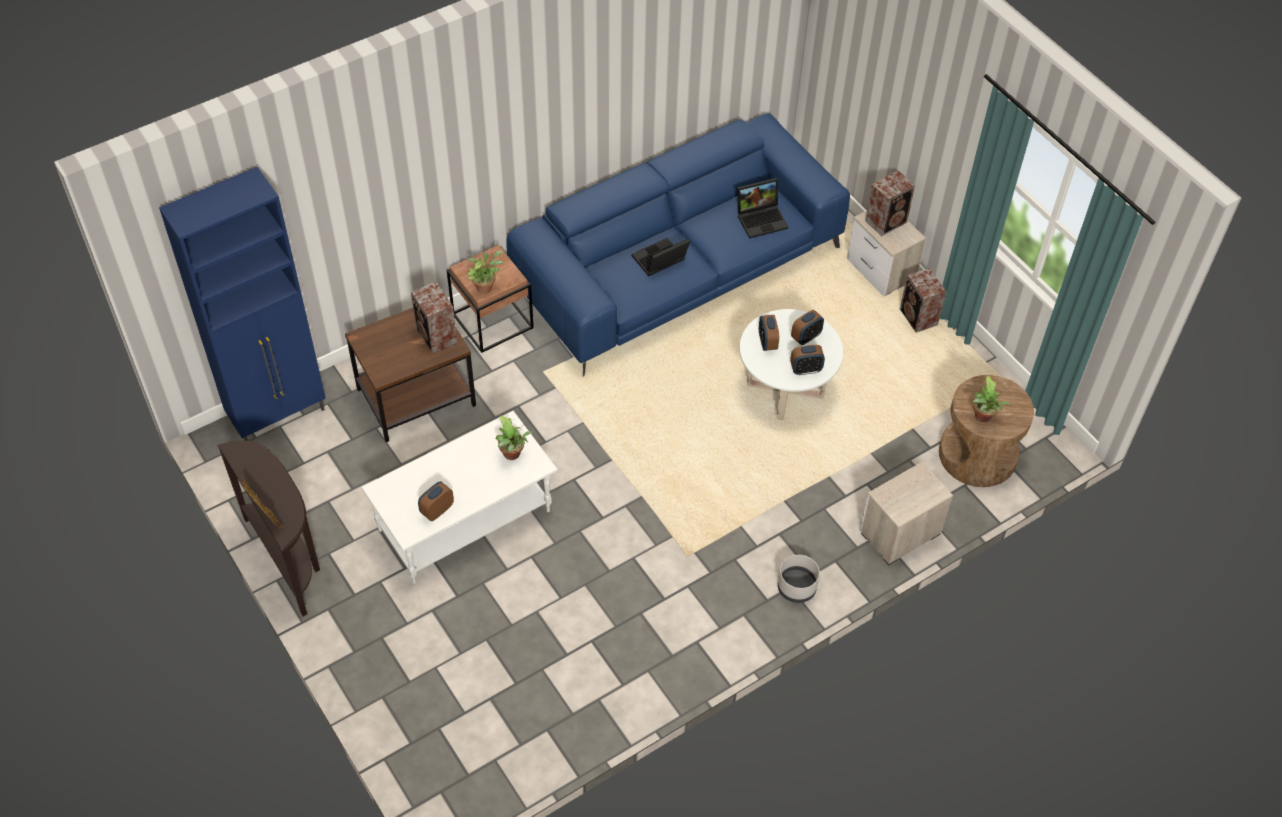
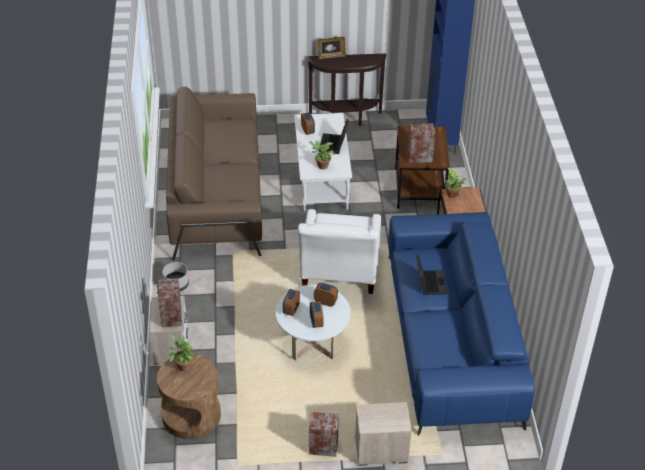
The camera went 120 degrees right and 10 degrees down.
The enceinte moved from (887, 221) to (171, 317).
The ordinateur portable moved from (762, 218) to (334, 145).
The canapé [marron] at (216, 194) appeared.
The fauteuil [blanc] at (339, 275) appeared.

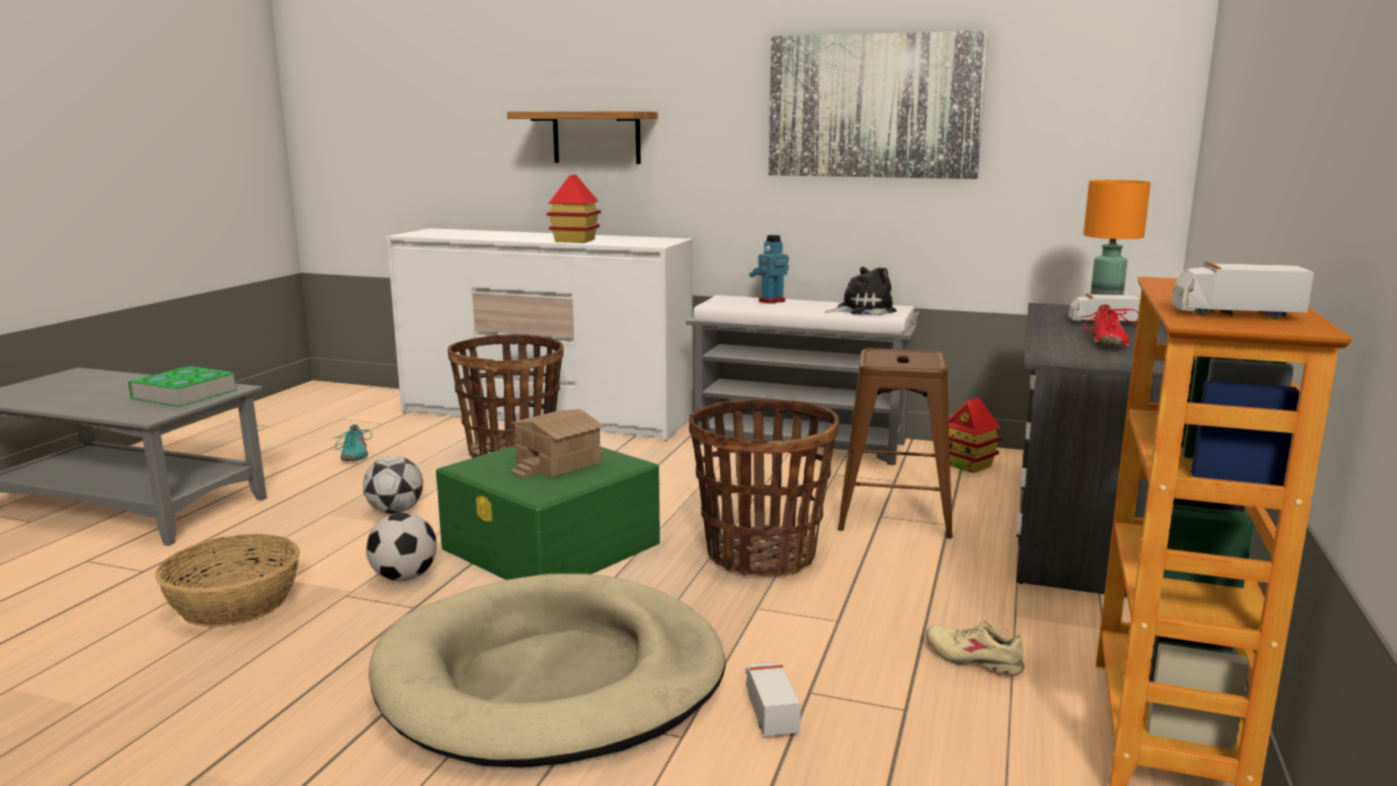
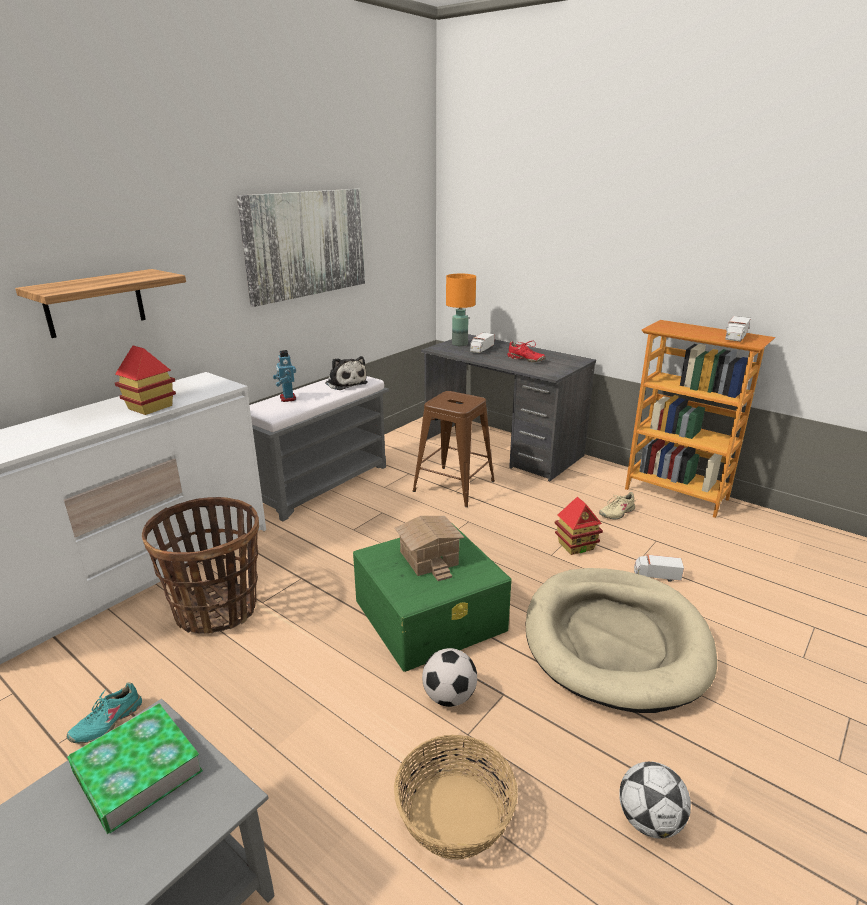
The camera went 70 degrees left and 10 degrees up.
The peluche at (862, 310) turned 135 degrees clockwise.
The maison miniature moved from (968, 465) to (576, 546).
The panier at (760, 555) disappeared.
The chaussure [turquoise] at (354, 455) turned 120 degrees clockwise.
The ballon de foot moved from (395, 511) to (649, 820).

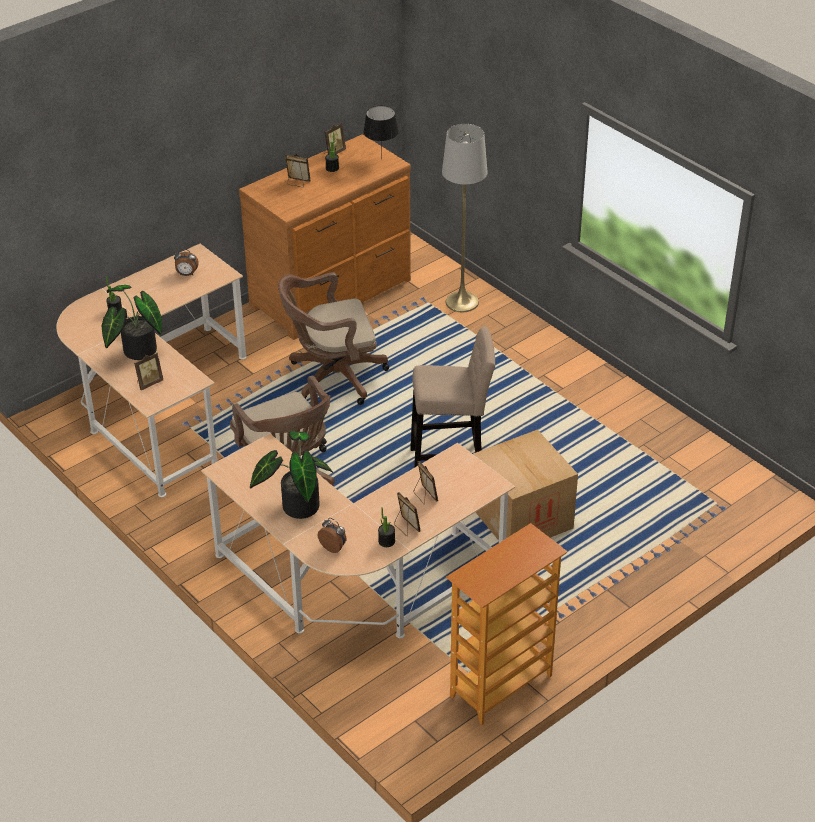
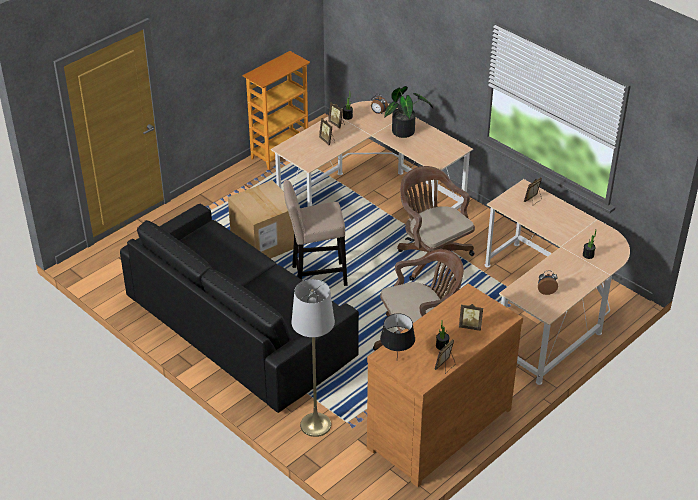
The camera went 175 degrees right and 0 degrees up.
The plante en pot at (136, 351) disappeared.
The canapé [noir] at (239, 328) appeared.

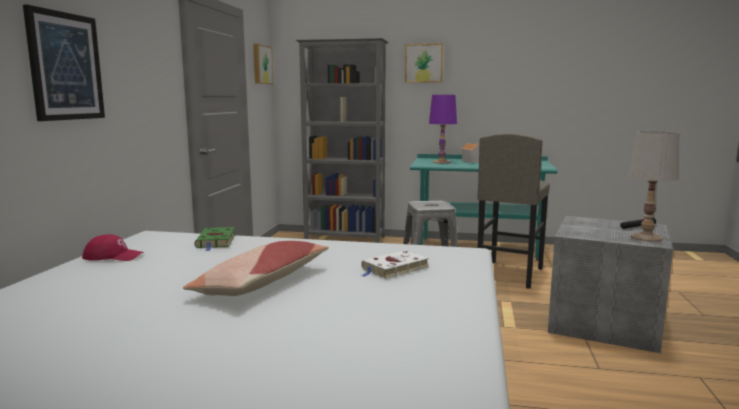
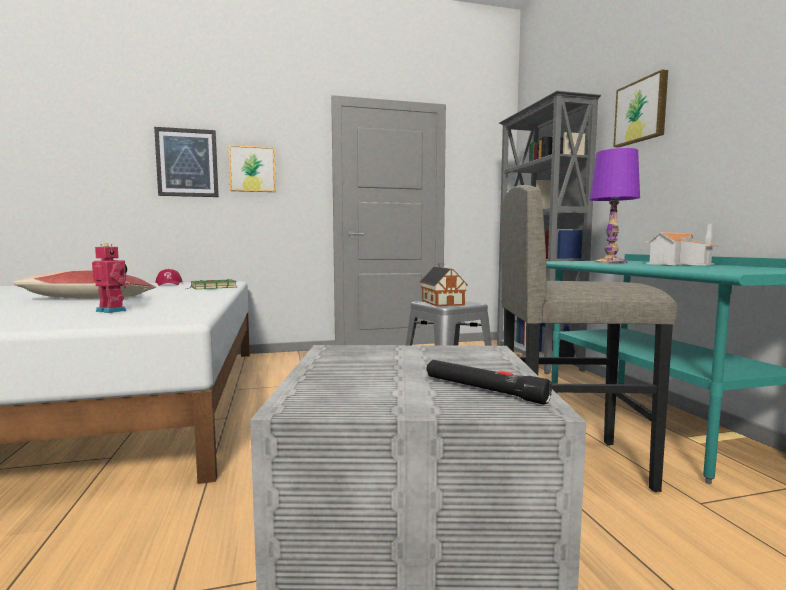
The camera went 65 degrees right and 5 degrees down.
The tableau moved from (261, 64) to (252, 169).
The lampe de table [blanc] at (646, 237) disappeared.
The livre [blanc] at (394, 269) was replaced by the robot jouet at (113, 310).
The maison miniature at (442, 302) appeared.

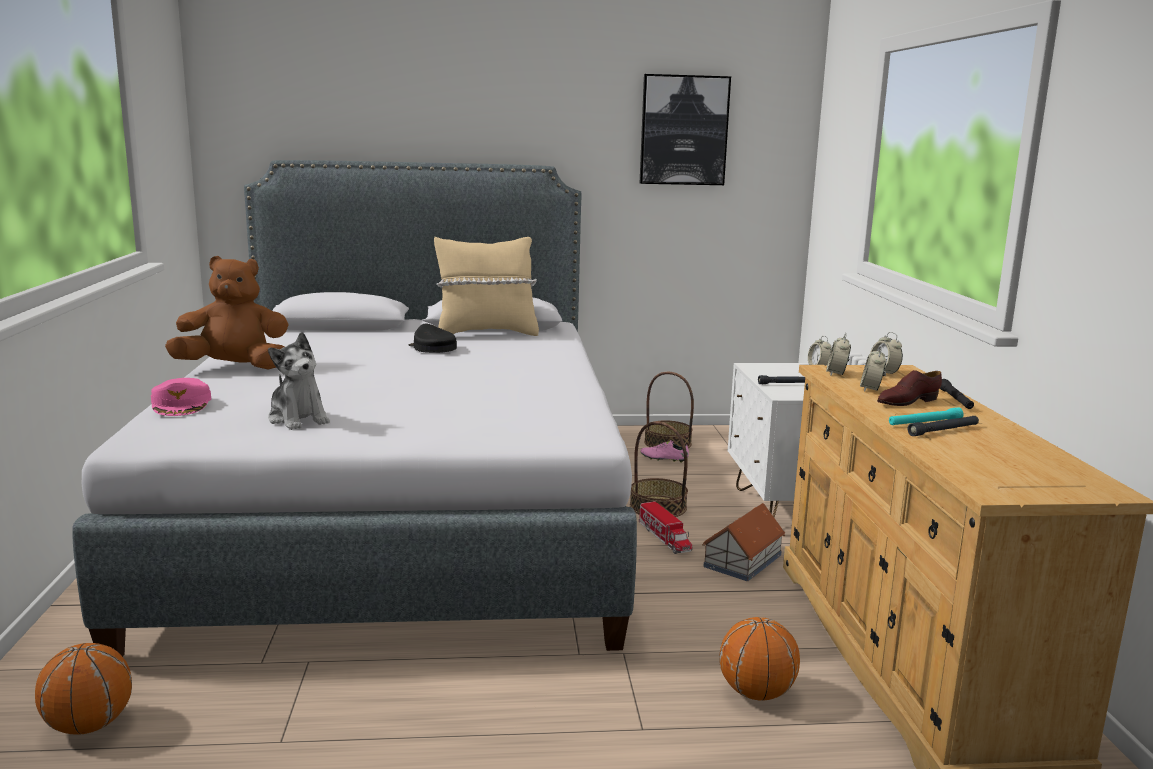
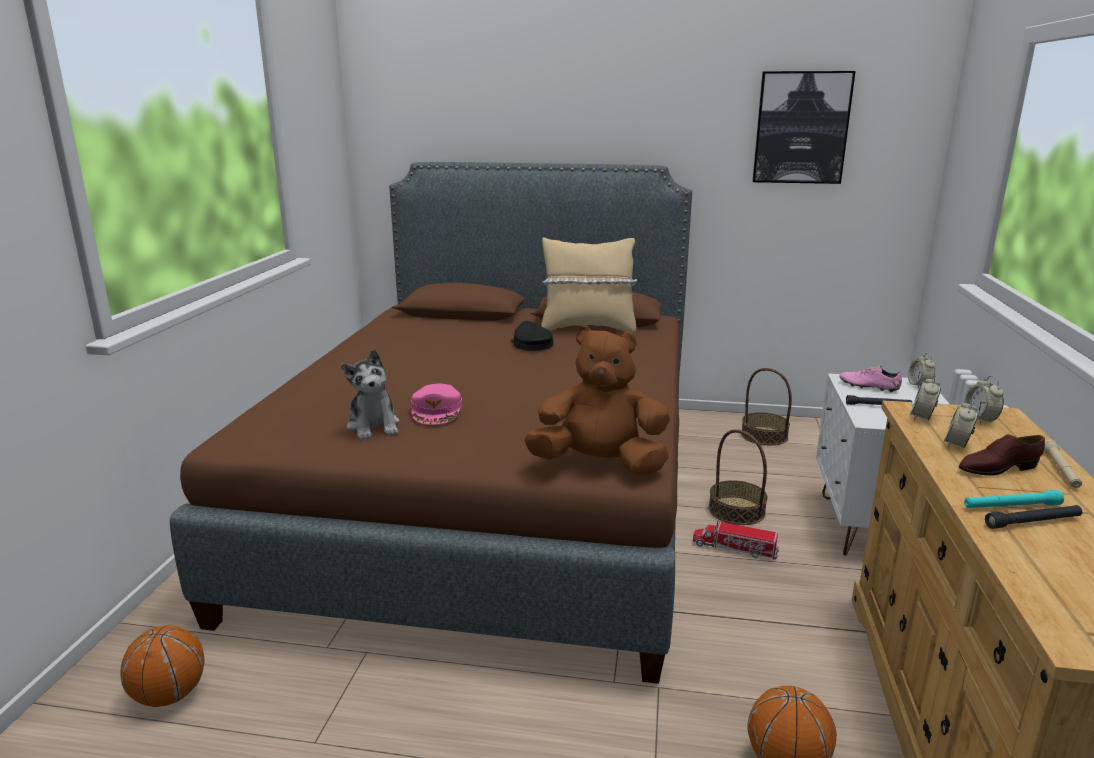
The camera went 15 degrees right and 5 degrees up.
The lit [gris] at (400, 512) became the lit [marron] at (494, 492).
The peluche [marron] moved from (235, 368) to (599, 465).
The casquette [rose] moved from (182, 404) to (437, 410).
The lampe de poche [noir] at (955, 400) became the lampe de poche [beige] at (1060, 469).
The chaussure [rose] moved from (664, 459) to (868, 386).
The camion jouet at (664, 538) turned 120 degrees clockwise.
The maison miniature at (743, 560) disappeared.

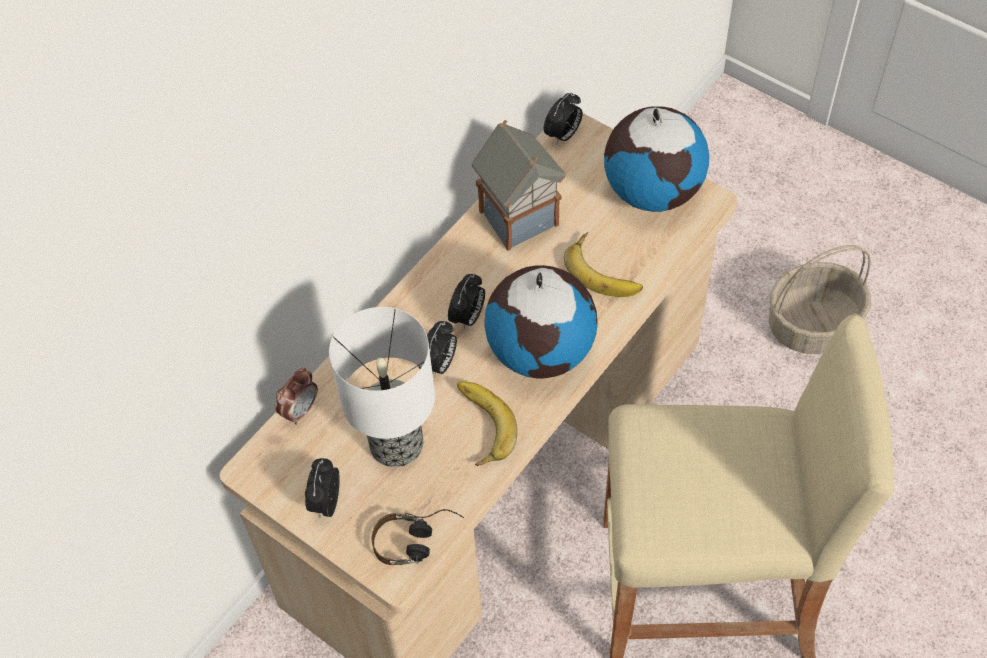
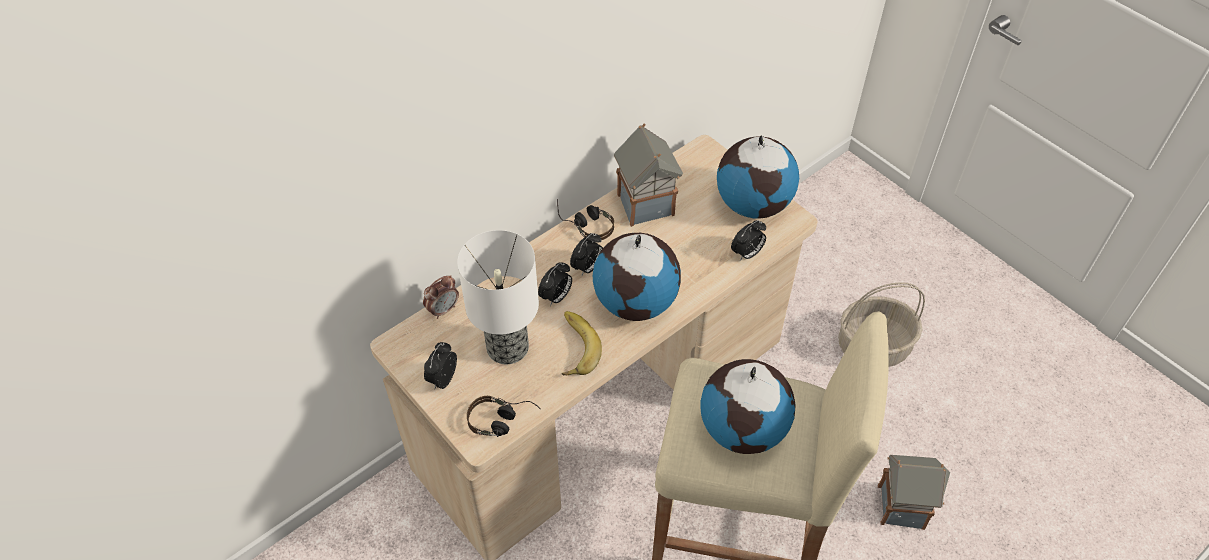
The camera went 10 degrees right and 5 degrees down.
The réveil moved from (563, 135) to (747, 254).
The banane at (605, 270) disappeared.
The casque audio at (585, 223) appeared.
The globe at (743, 429) appeared.
The maison miniature at (902, 506) appeared.

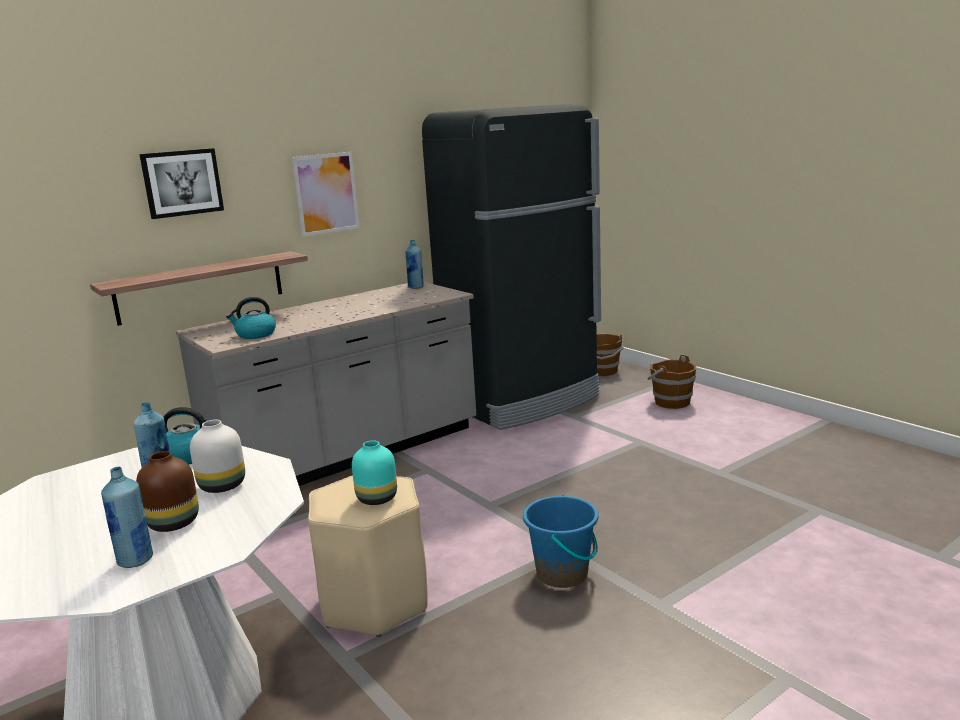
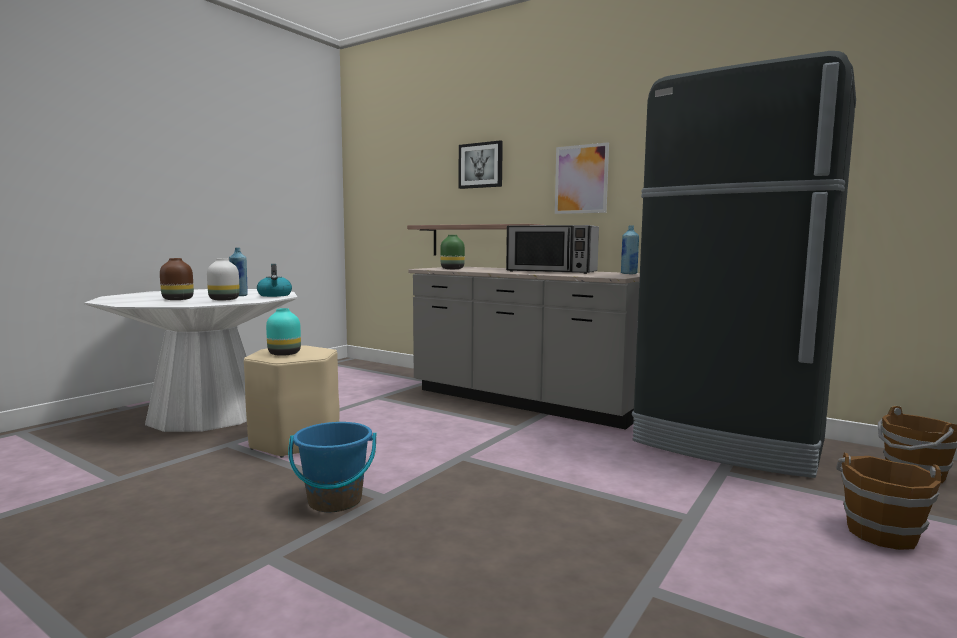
The camera went 70 degrees right and 10 degrees down.
The bouilloire at (255, 334) was replaced by the vase [vert] at (452, 269).
The bouteille [bleu] at (135, 560) disappeared.
The micro-ondes at (551, 271) appeared.

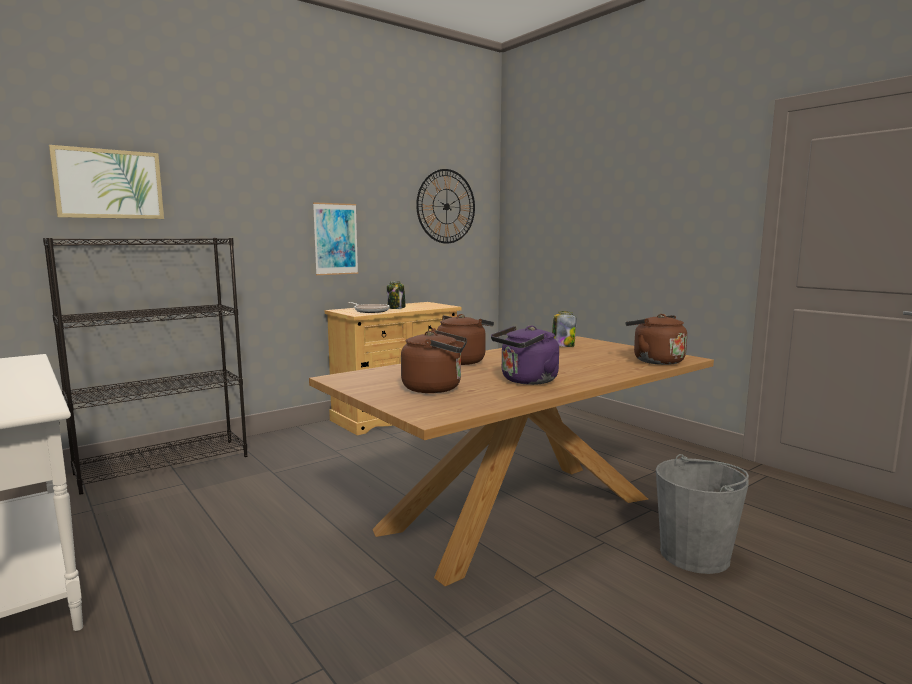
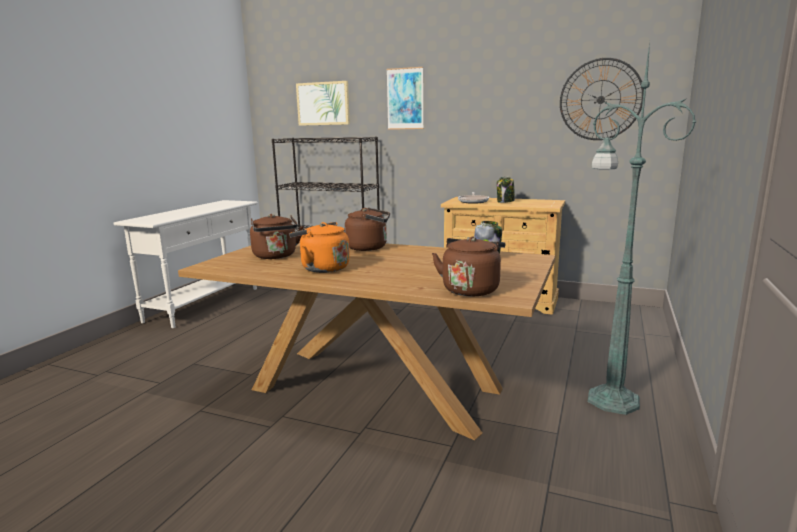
The camera went 60 degrees right and 5 degrees up.
The tableau moved from (335, 239) to (405, 99).
The bouilloire [violet] at (526, 381) became the bouilloire [orange] at (322, 268).
The seau [gris] at (695, 555) disappeared.
The lampadaire [vert] at (610, 399) appeared.

